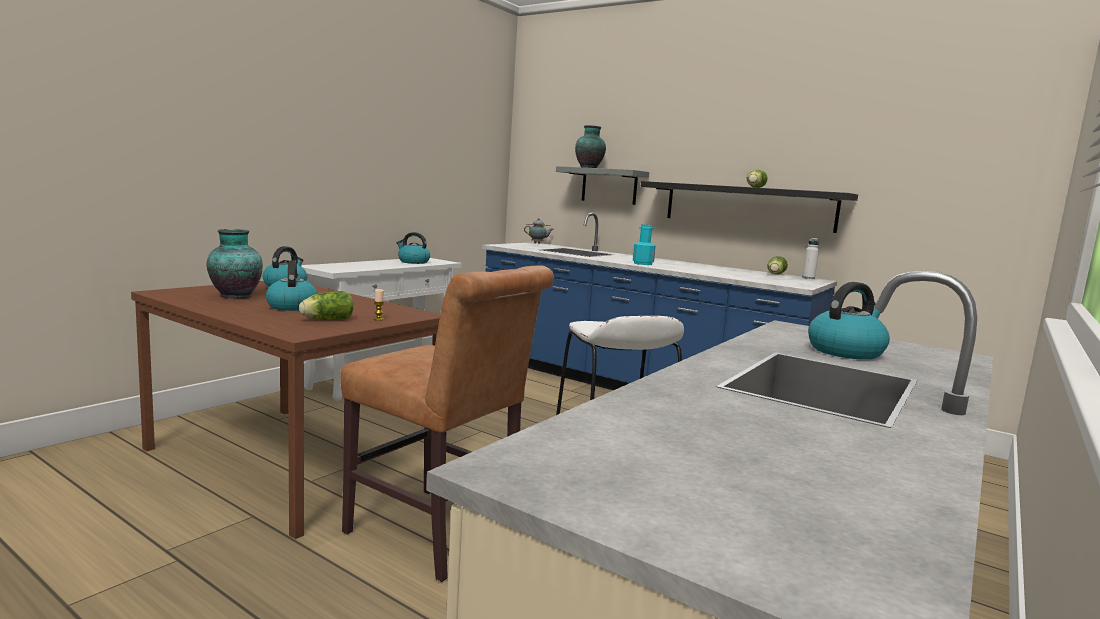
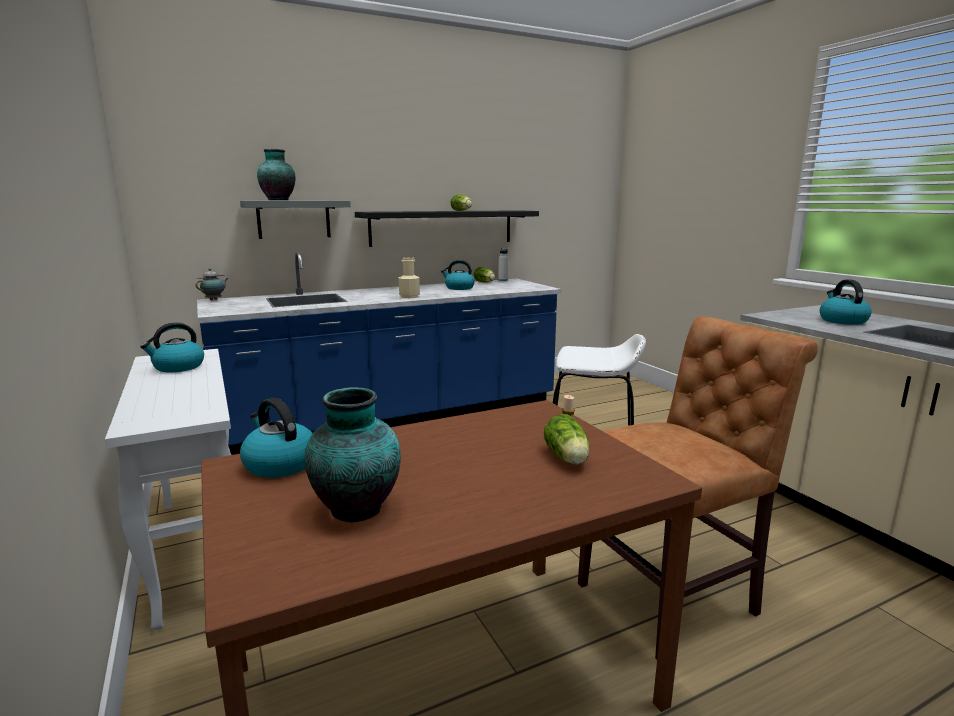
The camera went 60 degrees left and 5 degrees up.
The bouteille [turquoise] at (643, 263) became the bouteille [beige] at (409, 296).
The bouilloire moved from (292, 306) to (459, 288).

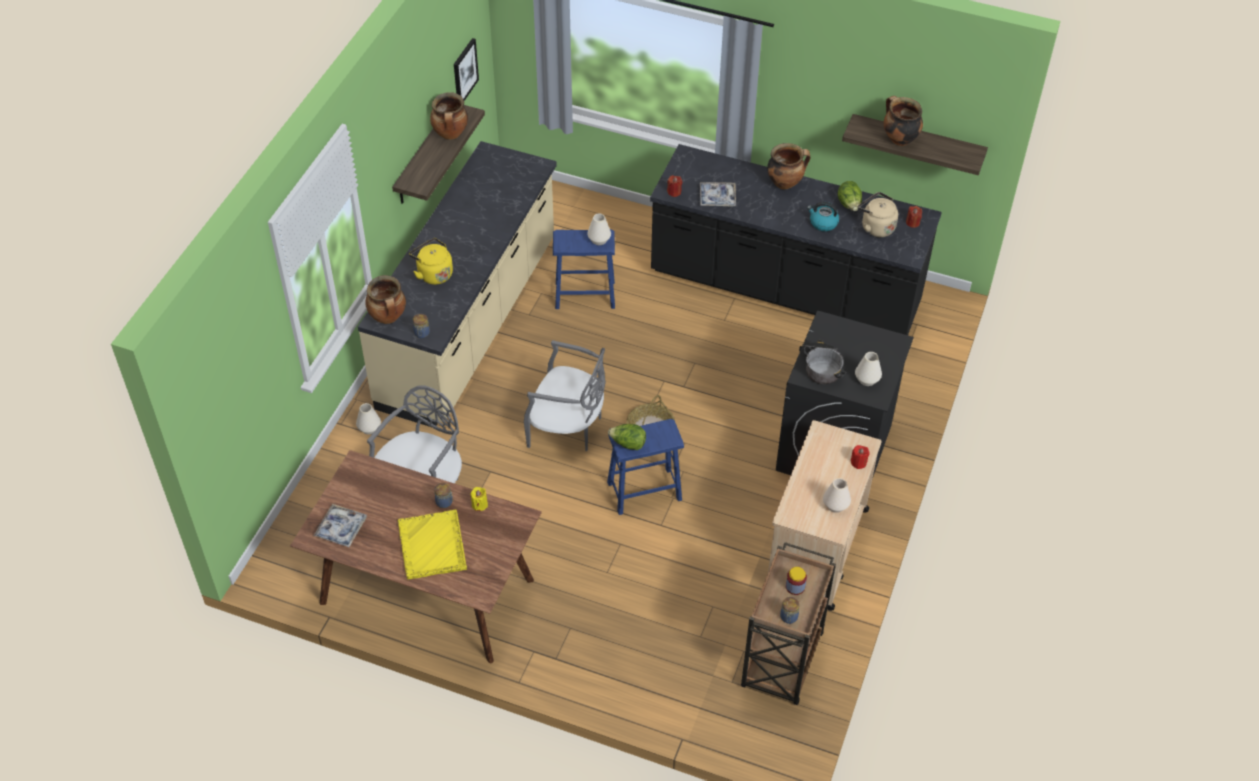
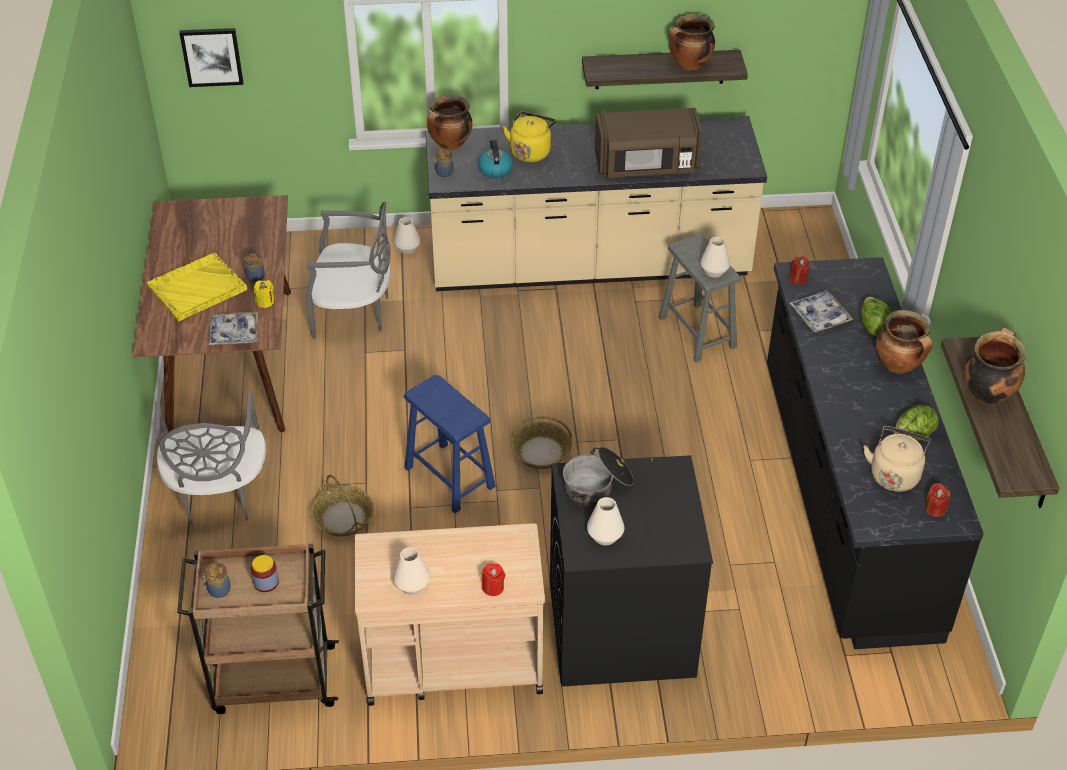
The camera went 65 degrees right and 5 degrees down.
The tableau moved from (464, 71) to (212, 56).
The bouilloire moved from (823, 223) to (495, 169).
The tabouret [bleu] at (585, 294) became the tabouret [gris] at (697, 332).
The chaise [gris] moved from (567, 428) to (218, 496).
The laitue moved from (628, 444) to (873, 327).
The plateau moved from (341, 529) to (234, 333).
The micro-ondes [marron] at (646, 166) appeared.
The panier at (343, 518) appeared.

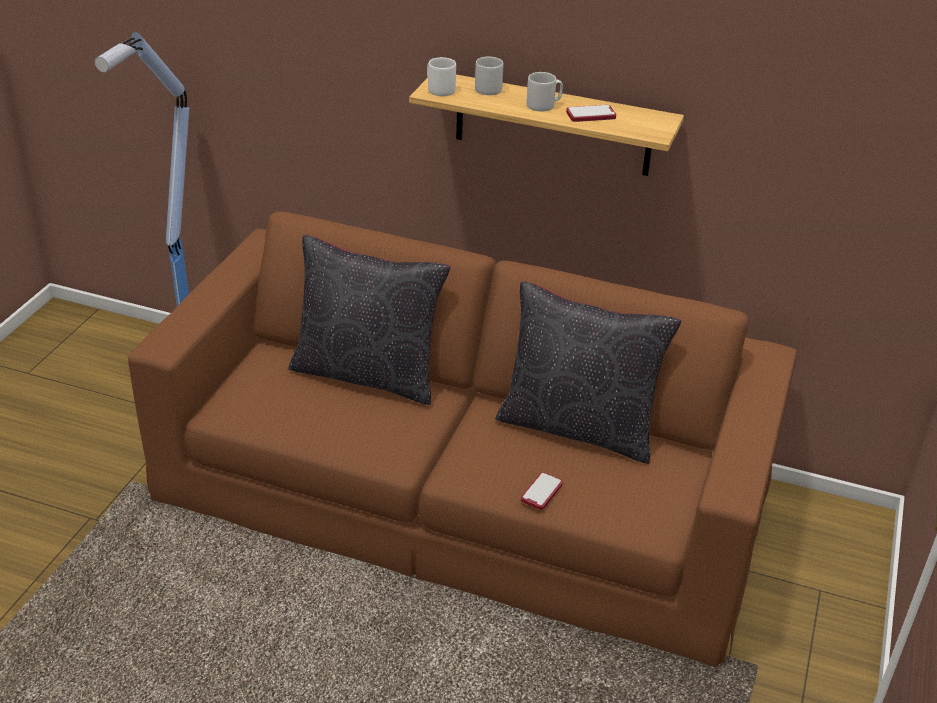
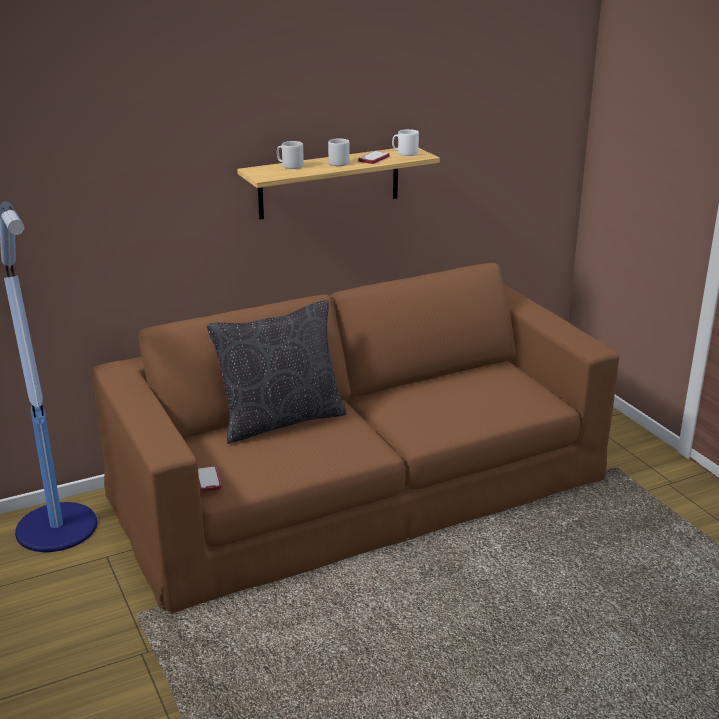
The camera went 45 degrees left and 10 degrees down.
The mug [blanc] moved from (439, 89) to (405, 153).
The coussin [noir] at (578, 427) disappeared.
The téléphone moved from (541, 492) to (208, 480).

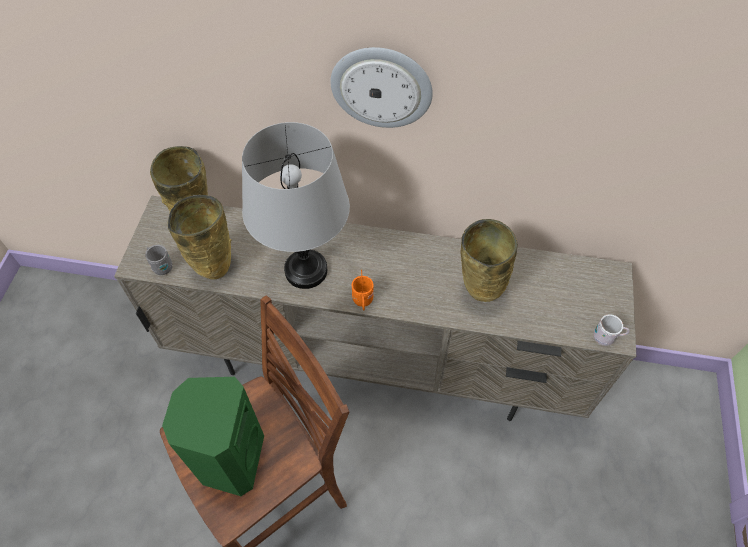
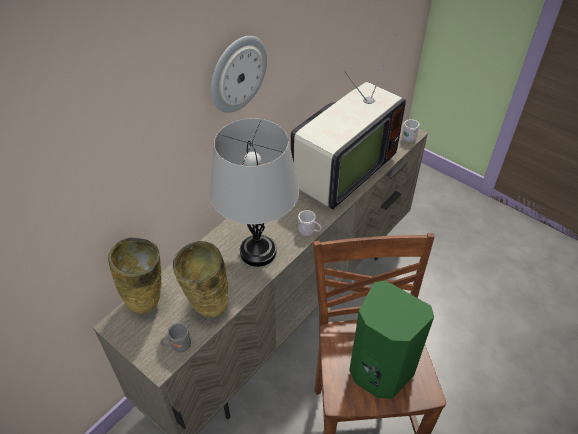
The camera went 60 degrees left and 10 degrees down.
The vase [beige] at (478, 290) was replaced by the téléviseur at (340, 173).
The mug [orange] at (363, 302) became the mug [blanc] at (309, 232).

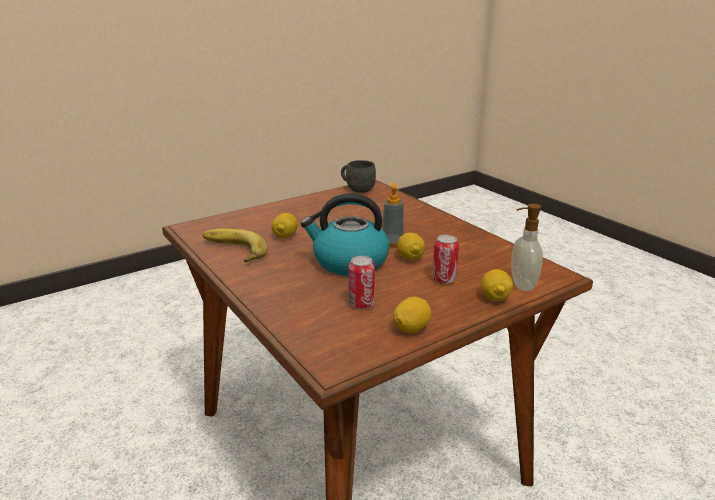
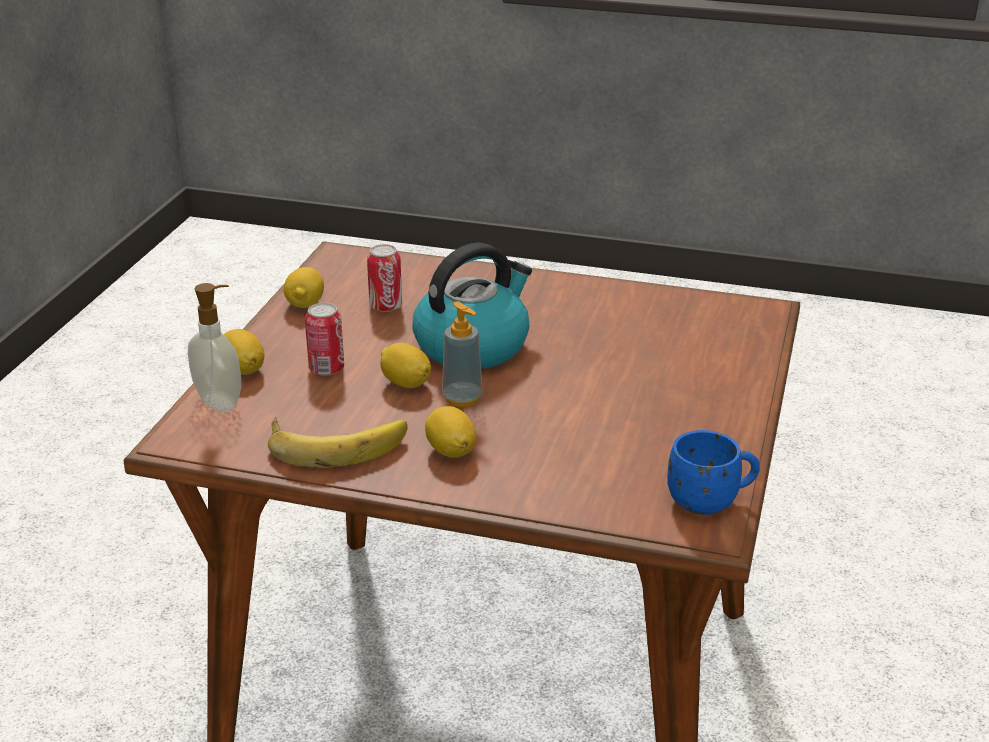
The camera went 140 degrees right and 5 degrees up.
The mug [gris] at (357, 189) became the mug [bleu] at (711, 501).
The citron moved from (285, 236) to (451, 451).
The banane moved from (232, 251) to (337, 442).

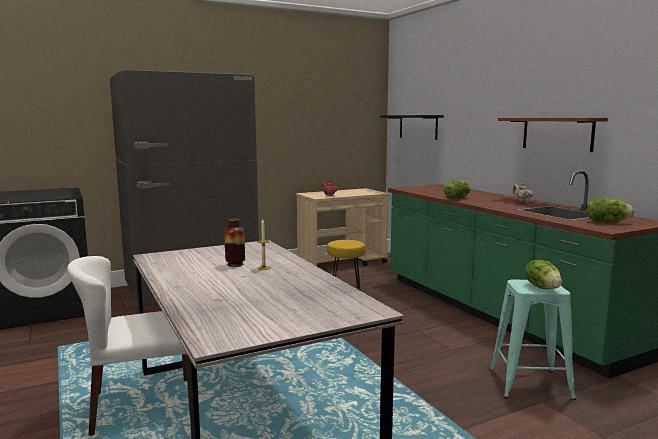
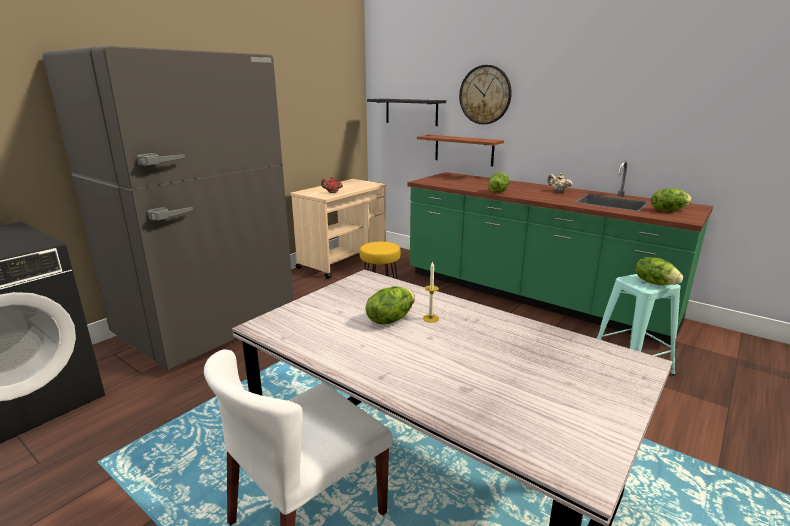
The camera went 25 degrees left and 10 degrees up.
The étagère [marron] moved from (557, 133) to (463, 150).
The vase at (235, 264) was replaced by the laitue at (390, 319).
The horloge murale at (485, 95) appeared.

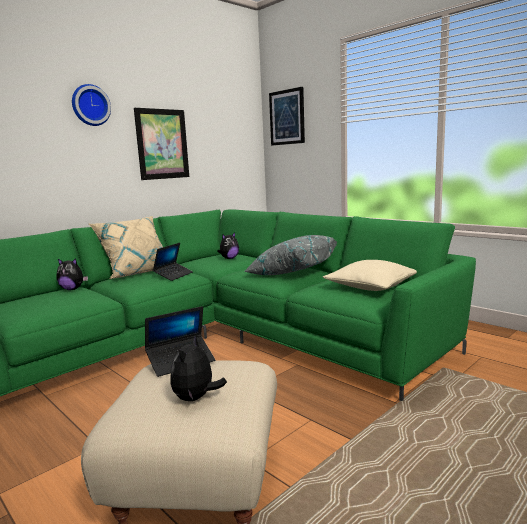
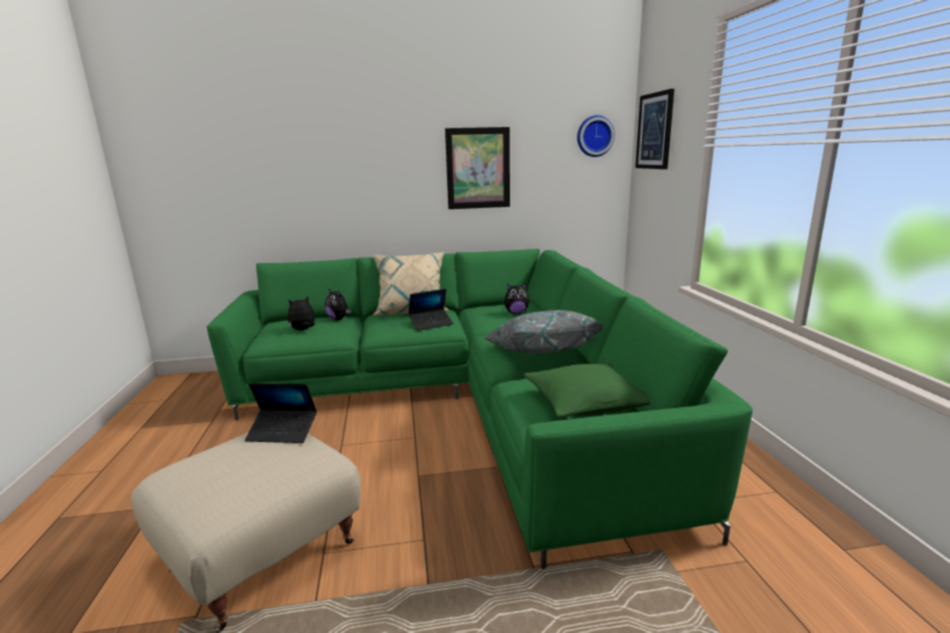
The camera went 35 degrees right and 5 degrees up.
The horloge murale moved from (90, 105) to (594, 136).
The coussin [beige] at (370, 286) became the coussin [vert] at (585, 403).
The peluche moved from (196, 398) to (303, 330).

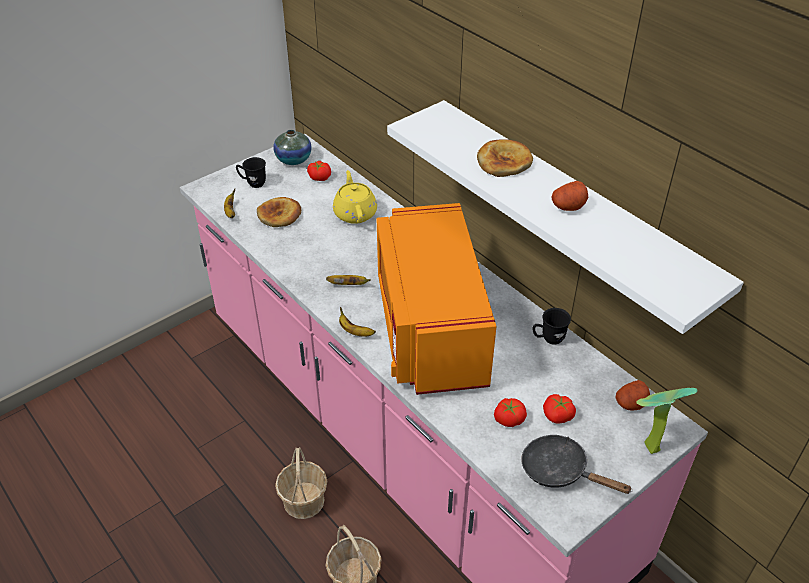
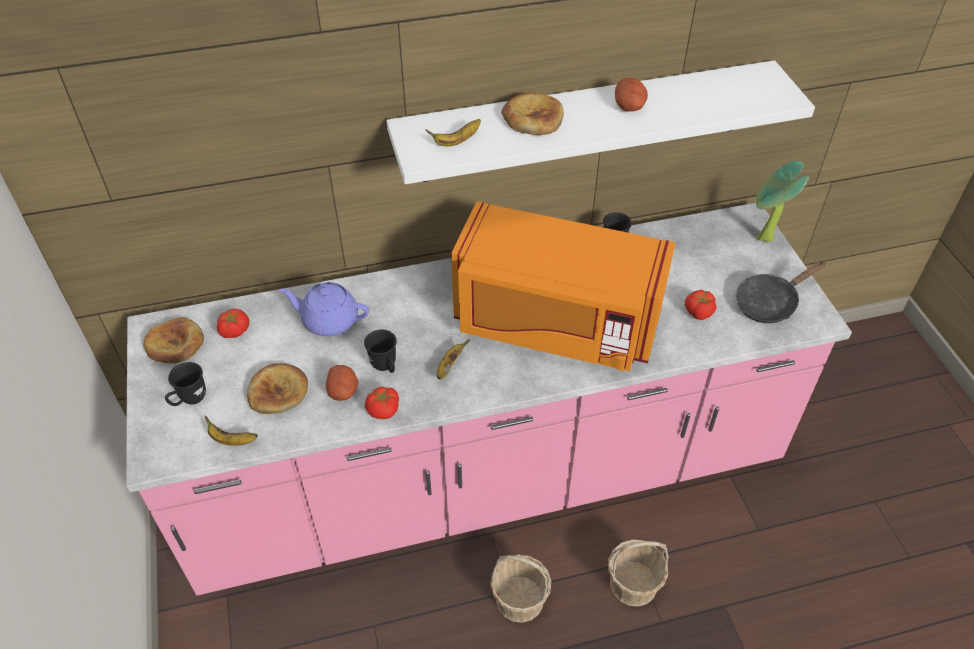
The camera went 65 degrees left and 5 degrees up.
The vase at (293, 159) was replaced by the pain at (175, 344).
The théière [jaune] at (355, 213) became the théière [violet] at (329, 320).
The banane moved from (355, 331) to (456, 141).
The pomme de terre moved from (631, 403) to (343, 391).
The tomate moved from (557, 416) to (384, 410).
The mug [noir] at (385, 367) appeared.

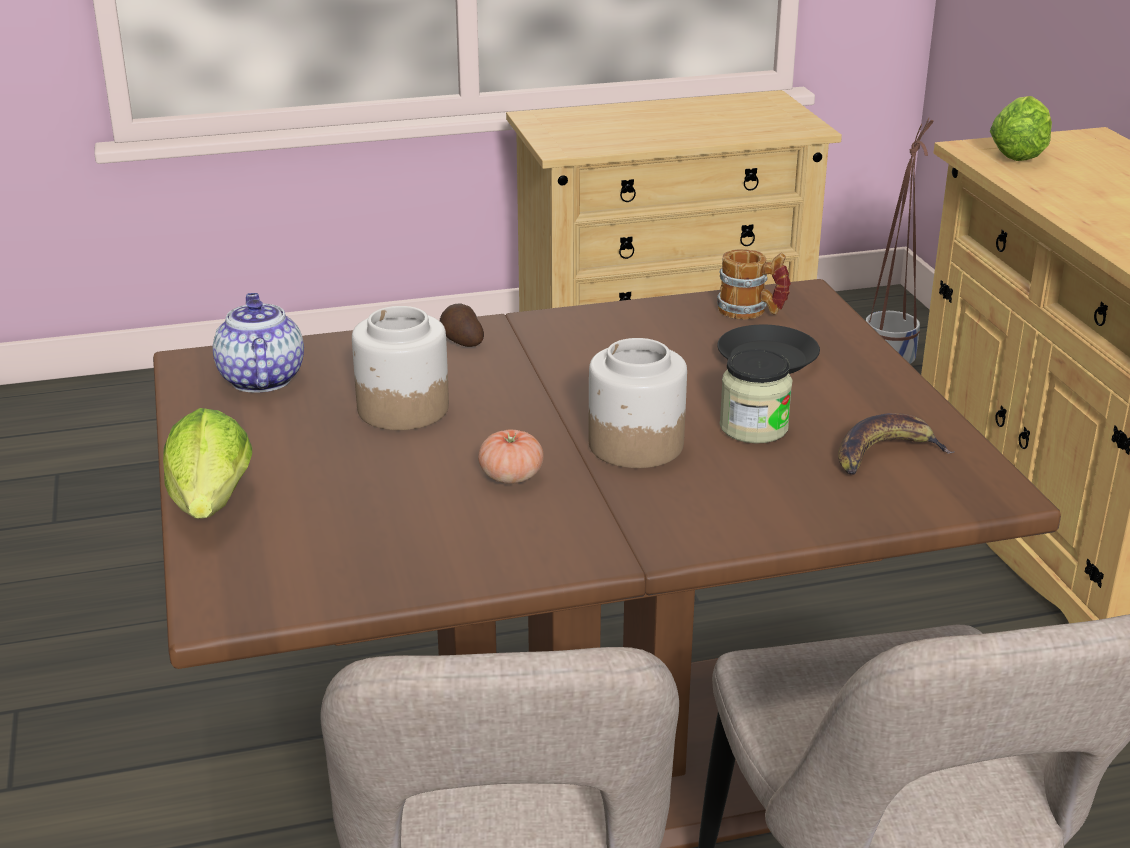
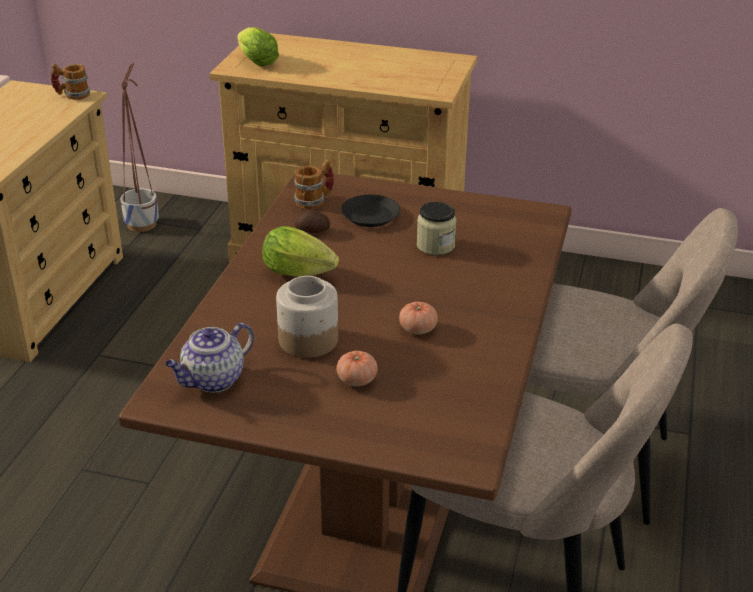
The camera went 60 degrees left and 5 degrees up.
The théière at (260, 378) turned 60 degrees counterclockwise.
The pomme de terre moved from (461, 341) to (312, 231).
The bocal at (634, 444) disappeared.
The laitue moved from (210, 508) to (302, 274).
The banane at (885, 454) disappeared.
The mug at (72, 95) appeared.
The tomate at (357, 380) appeared.

